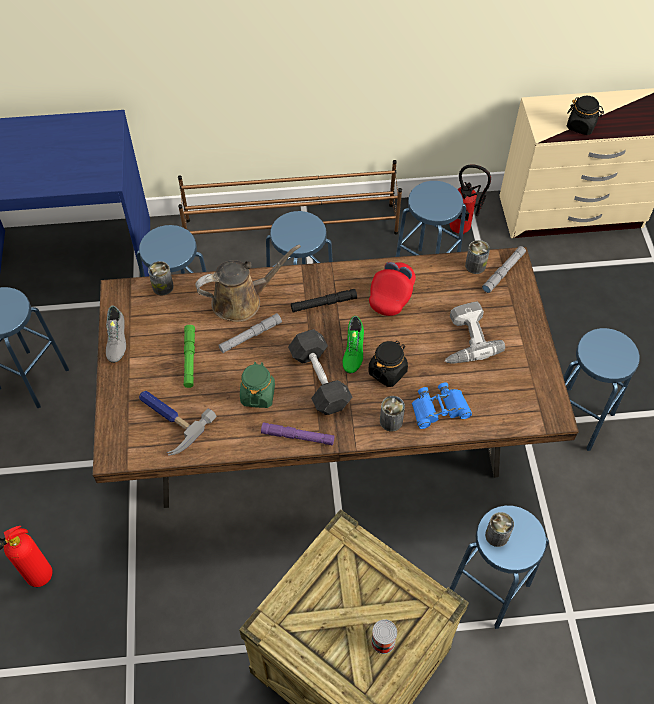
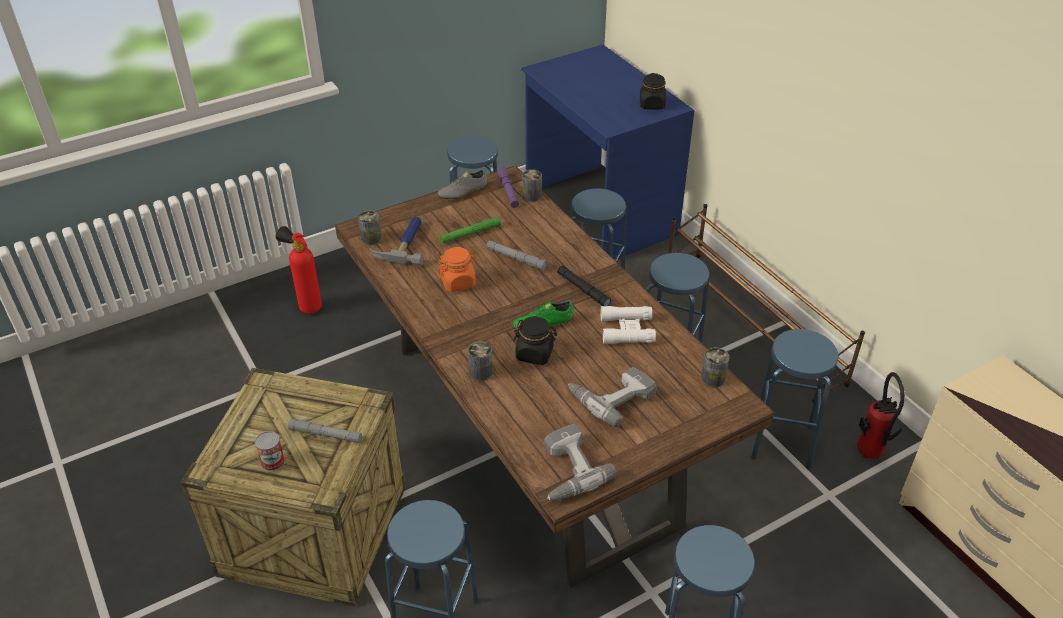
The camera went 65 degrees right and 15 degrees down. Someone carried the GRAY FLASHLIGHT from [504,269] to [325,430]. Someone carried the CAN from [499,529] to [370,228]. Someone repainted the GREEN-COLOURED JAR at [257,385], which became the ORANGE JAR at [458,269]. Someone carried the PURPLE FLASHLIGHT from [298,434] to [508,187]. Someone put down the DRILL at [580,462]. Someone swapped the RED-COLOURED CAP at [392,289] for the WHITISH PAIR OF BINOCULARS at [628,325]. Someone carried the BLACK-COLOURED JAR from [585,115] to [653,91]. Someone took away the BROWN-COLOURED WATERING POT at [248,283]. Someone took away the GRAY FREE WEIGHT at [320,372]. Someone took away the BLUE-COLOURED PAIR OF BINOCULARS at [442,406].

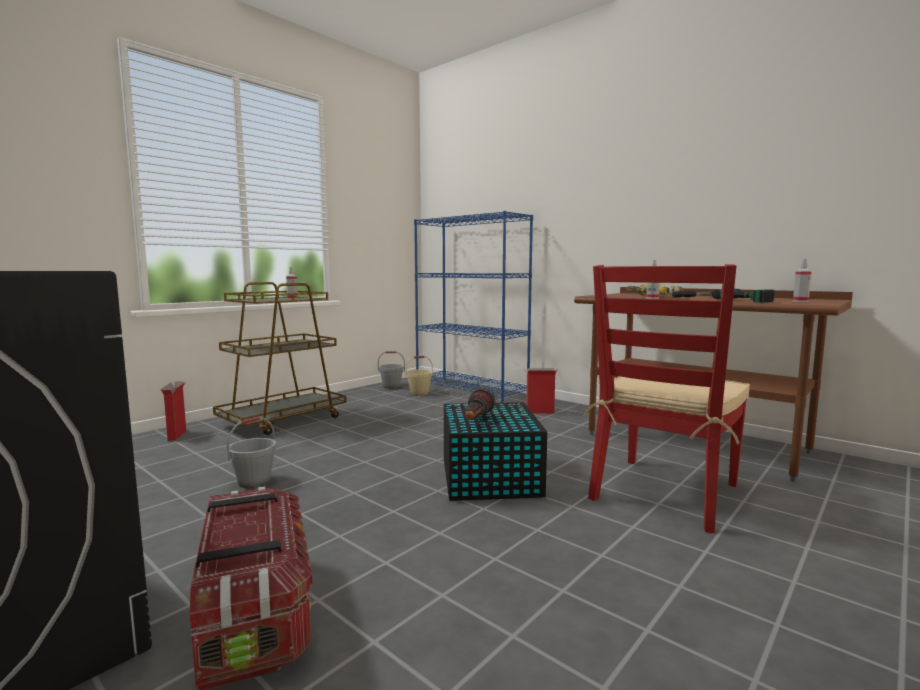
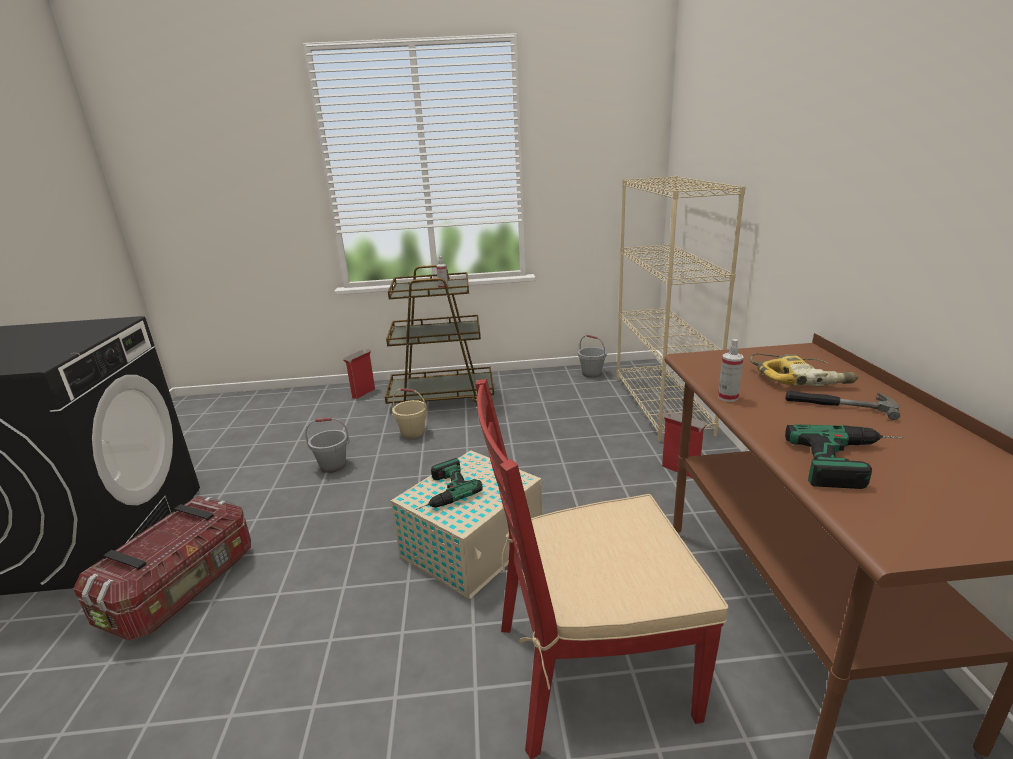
The camera went 45 degrees right and 15 degrees up. Someone repainted the BLACK-COLOURED STORAGE BOX at [495,451], which became the SAND-COLOURED STORAGE BOX at [466,524]. Someone carried the SAND-COLOURED PAIL from [419,376] to [409,413]. Someone swapped the FLASHLIGHT at [480,404] for the DRILL at [449,484]. Someone repainted the BLUE-COLOURED SHELVING UNIT at [473,307], which became the SAND-COLOURED SHELVING UNIT at [681,309]. Someone took away the SPRAY BOTTLE at [802,280].

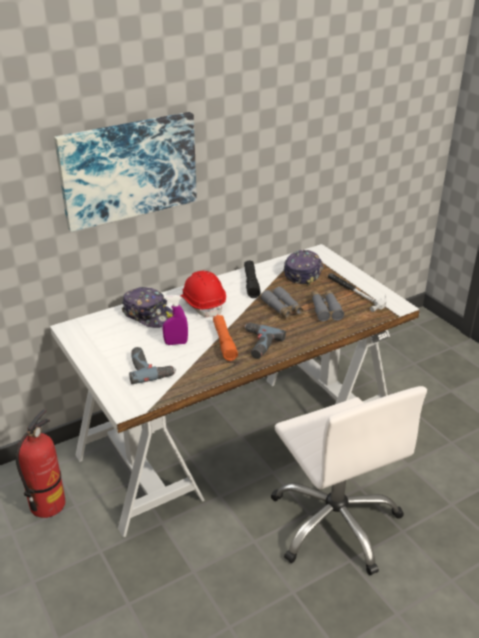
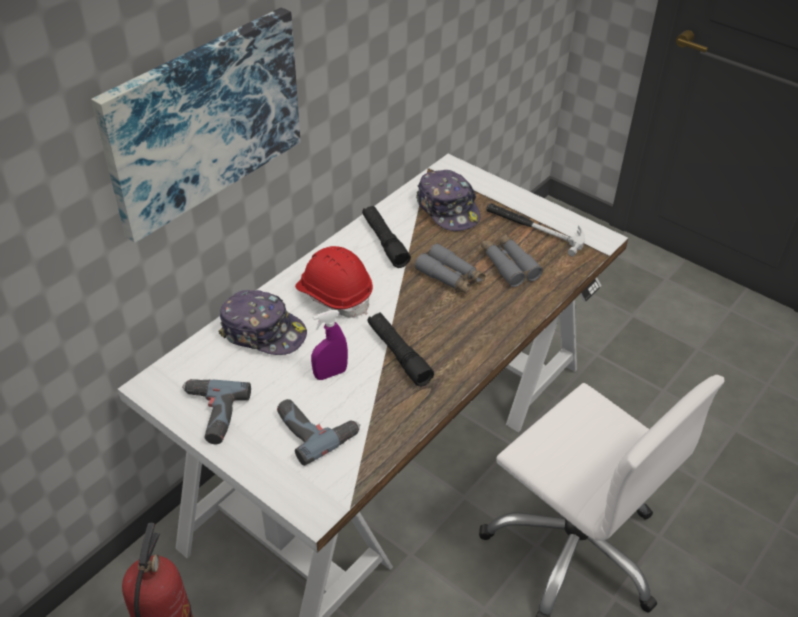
The camera went 20 degrees left and 10 degrees up. Someone carried the DRILL from [265,341] to [216,411]. Someone repainted the ORANGE FLASHLIGHT at [225,338], which became the BLACK-COLOURED FLASHLIGHT at [400,349]. Someone rotated the CAP at [303,268] by 150 degrees clockwise.

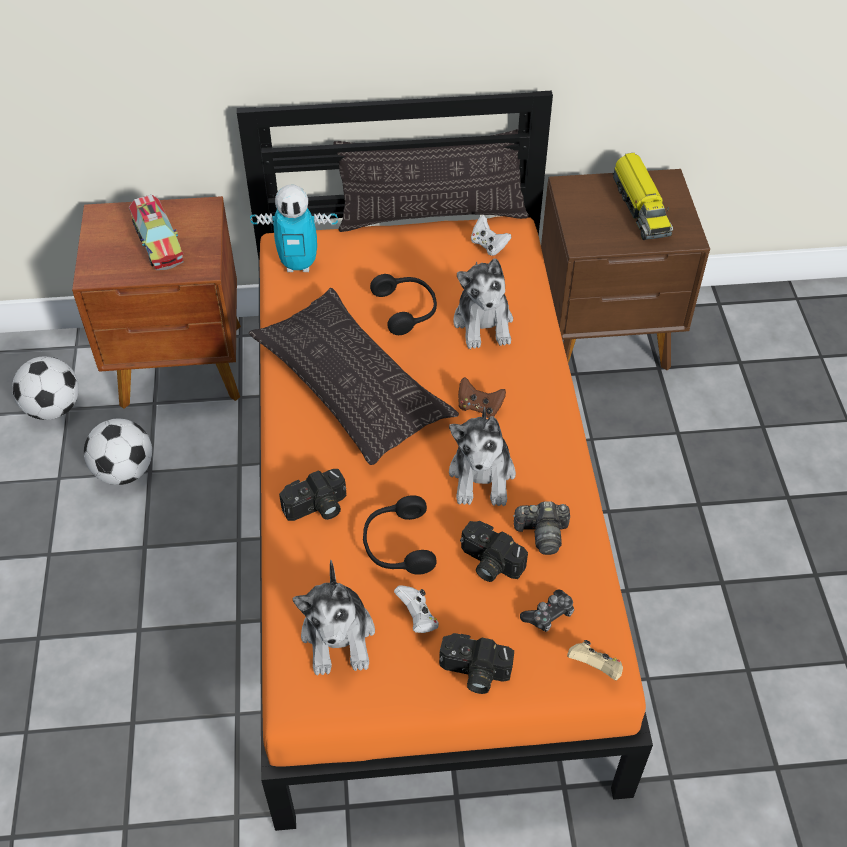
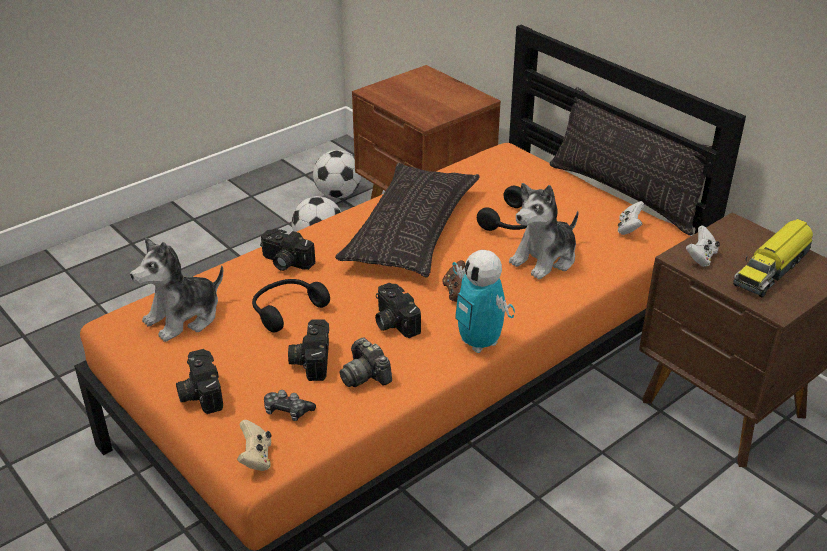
The camera went 55 degrees right and 15 degrees down. Someone swapped the SOFT TOY at [482,456] for the PHOTO CAMERA at [398,310]. Someone carried the MODEL ROBOT from [294,228] to [483,301]. Someone carried the WHITISH GAME CONTROLLER from [416,609] to [703,246]. Someone took away the TOY LORRY at [156,232].

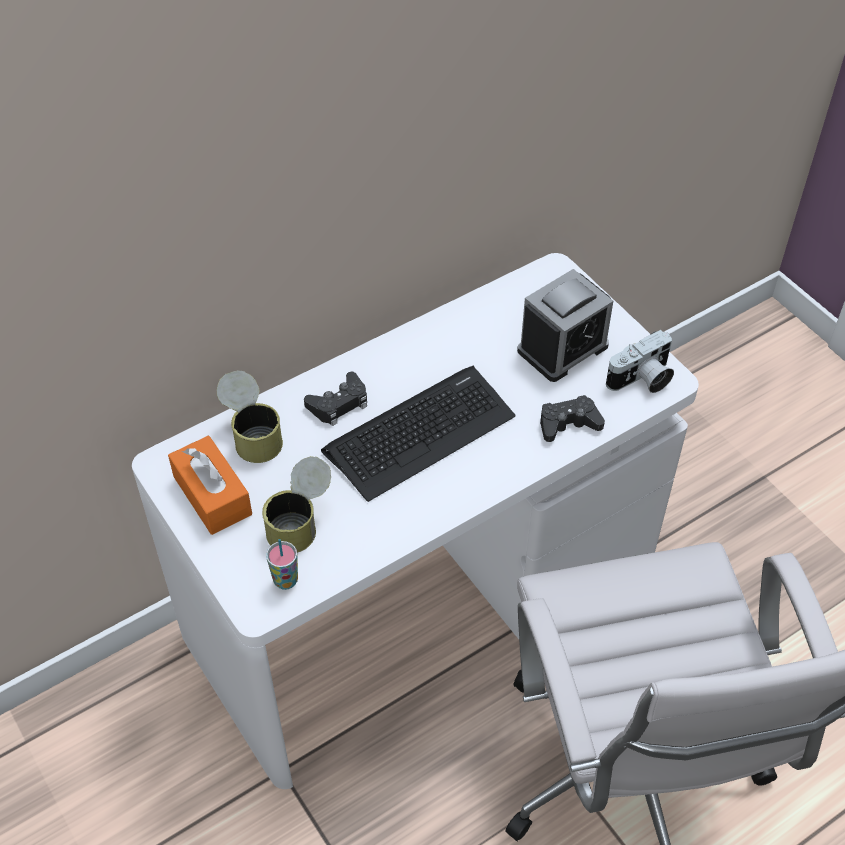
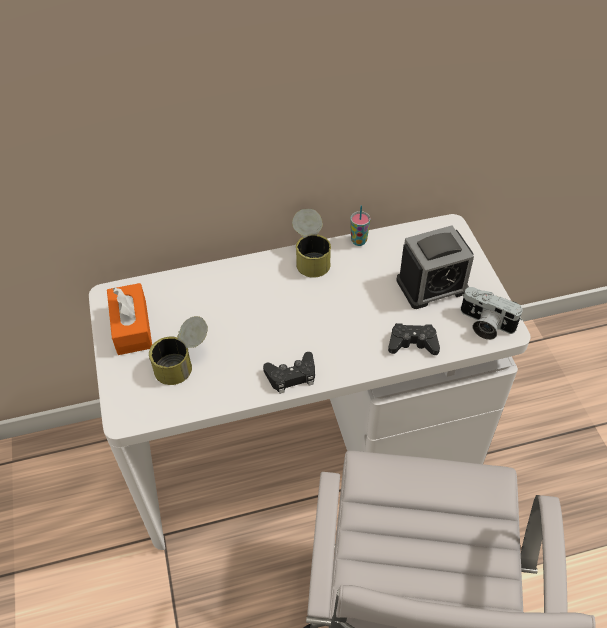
The camera went 20 degrees right and 0 degrees up. Someone carried the BLACK-COLOURED GAME CONTROLLER from [335,399] to [289,373]. Someone carried the CAN from [250,416] to [311,243]. Someone carried the SMALL CUP from [282,564] to [360,226]. Someone rotated the PHOTO CAMERA at [640,361] by 45 degrees clockwise. Someone took away the KEYBOARD at [418,434].

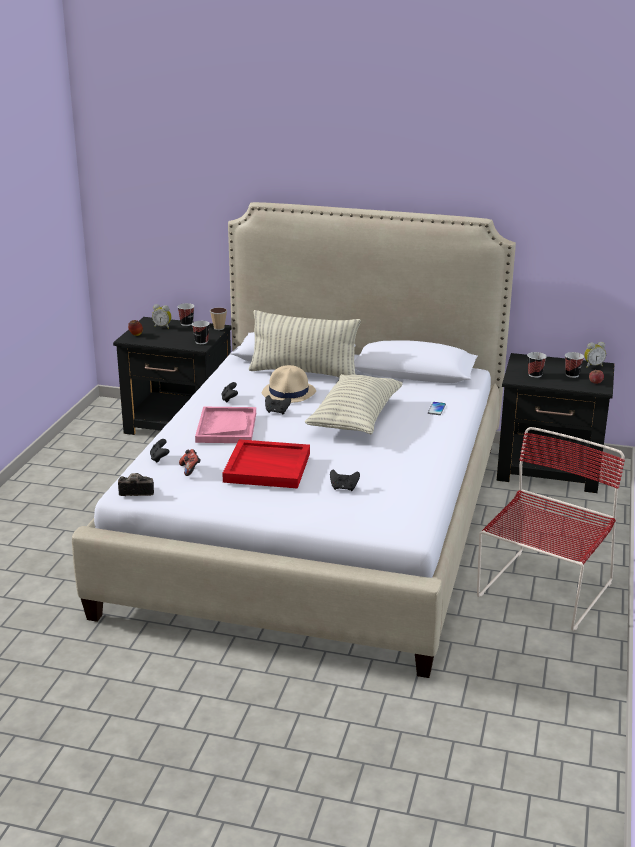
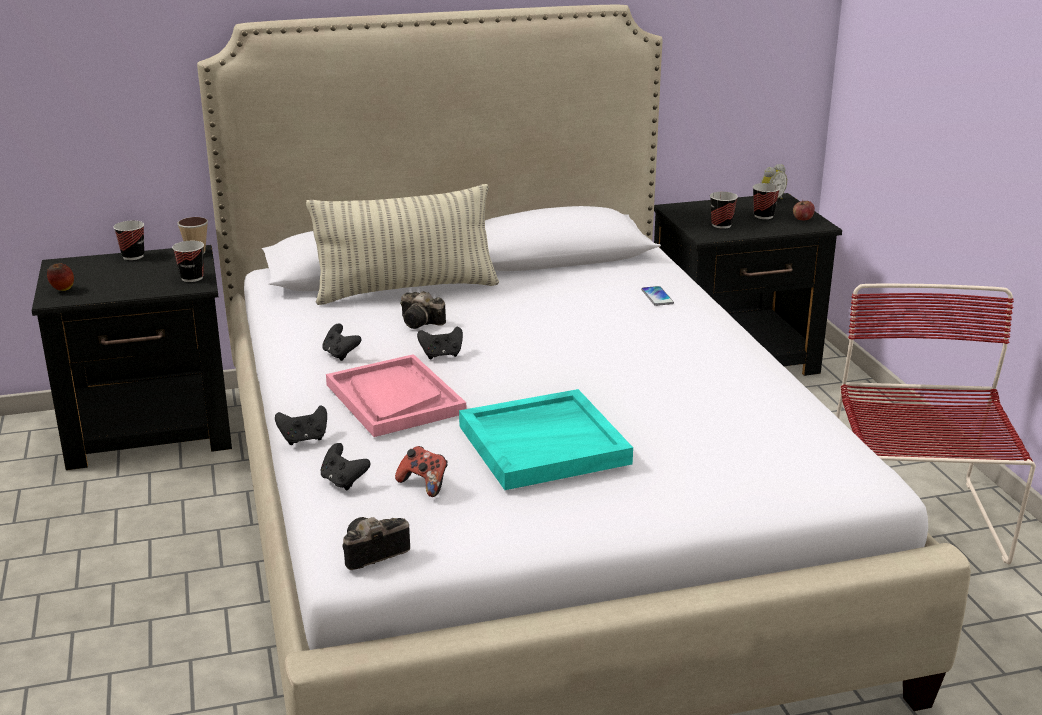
The camera went 30 degrees left and 0 degrees up. Someone carried the BLACK-COLOURED GAME CONTROLLER from [345,480] to [301,425]. Someone swapped the SAND-COLOURED CLOTHING HAT at [289,384] for the PHOTO CAMERA at [423,310]. Someone repainted the RED-COLOURED TRAY at [266,464], which became the TURQUOISE TRAY at [546,439]. Someone took away the BEDSIDE CLOCK at [162,316]. Someone took away the THROW PILLOW at [354,404].

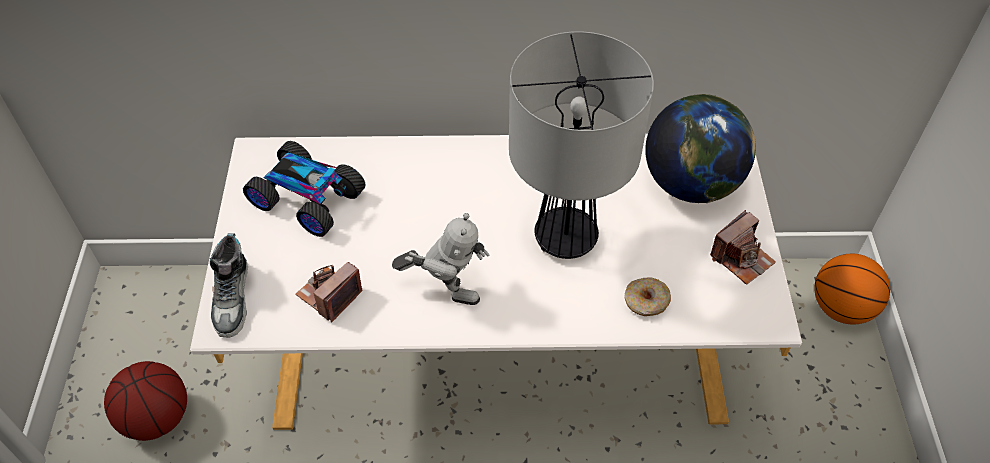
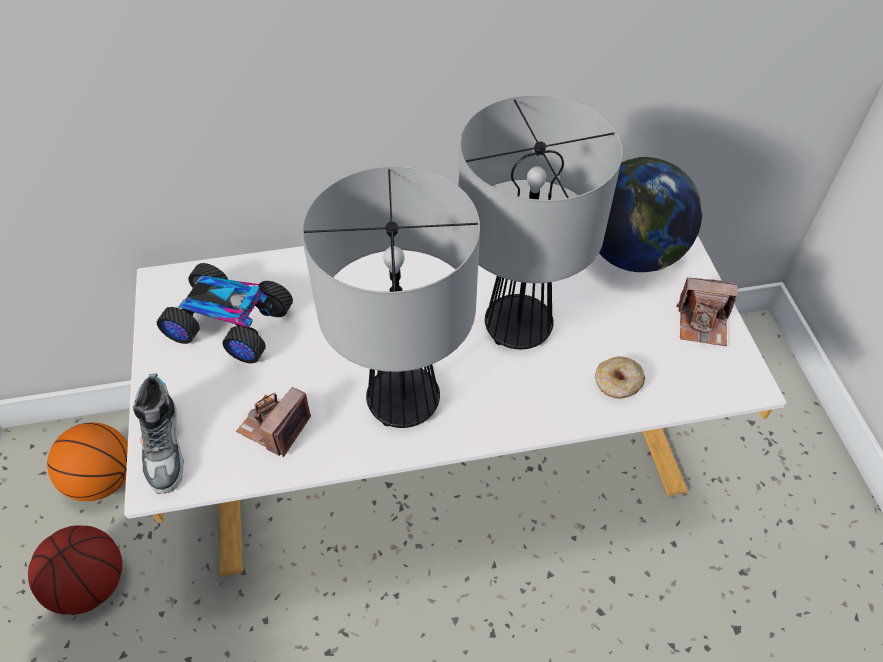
The camera went 10 degrees left and 0 degrees up. Someone carried the BASKETBALL from [852,289] to [87,461]. Someone swapped the MODEL ROBOT at [440,259] for the TABLETOP LAMP at [391,297]. Someone rotated the PHOTO CAMERA at [743,247] by 60 degrees clockwise.

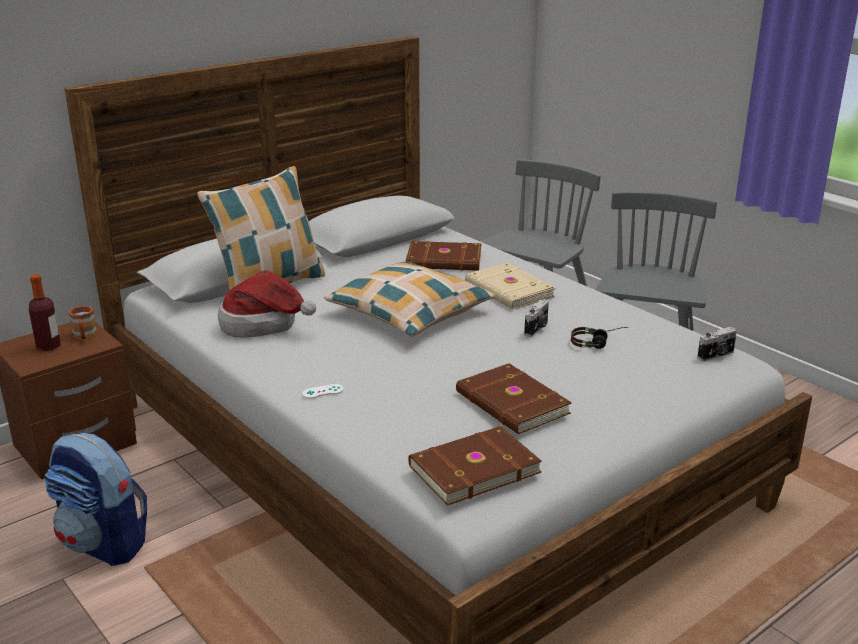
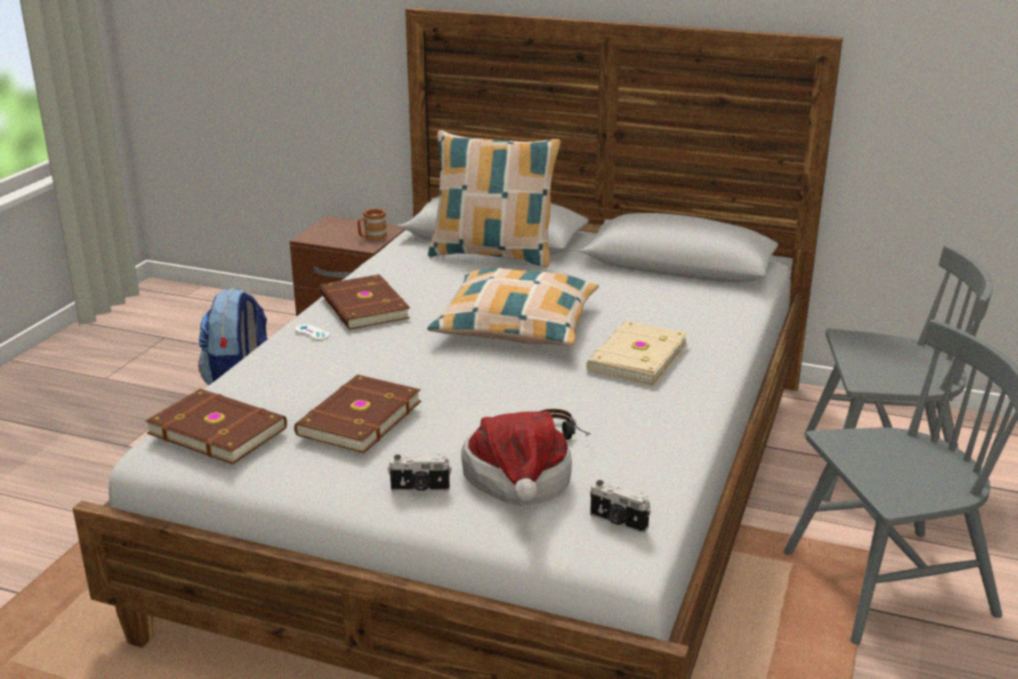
The camera went 60 degrees right and 0 degrees up. Someone carried the BROWN-COLOURED BOUND BOOK from [444,256] to [365,302]. Someone carried the PHOTO CAMERA from [536,318] to [420,473]. Someone carried the CLOTHING HAT from [267,304] to [516,458]. Someone took away the DRINK BOTTLE at [45,312].

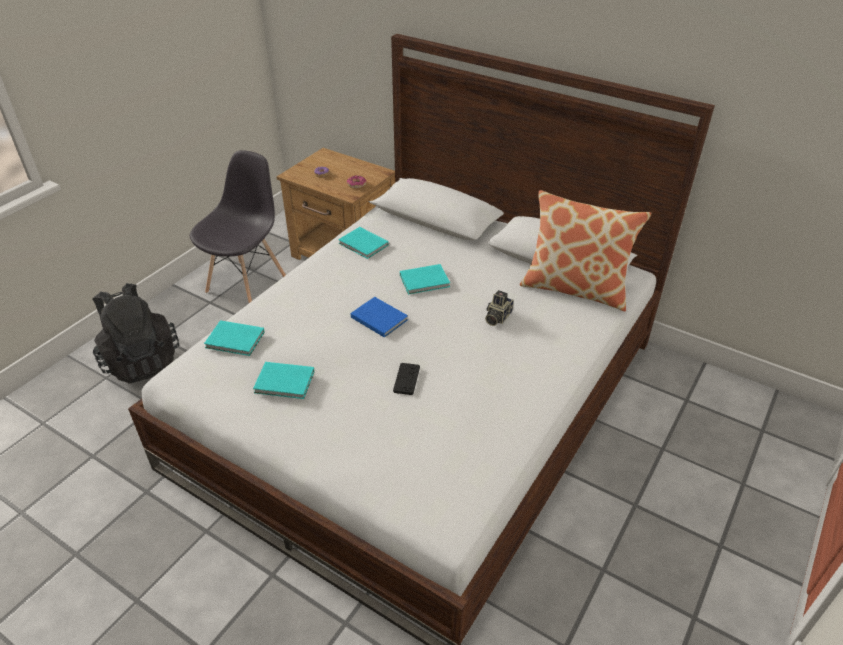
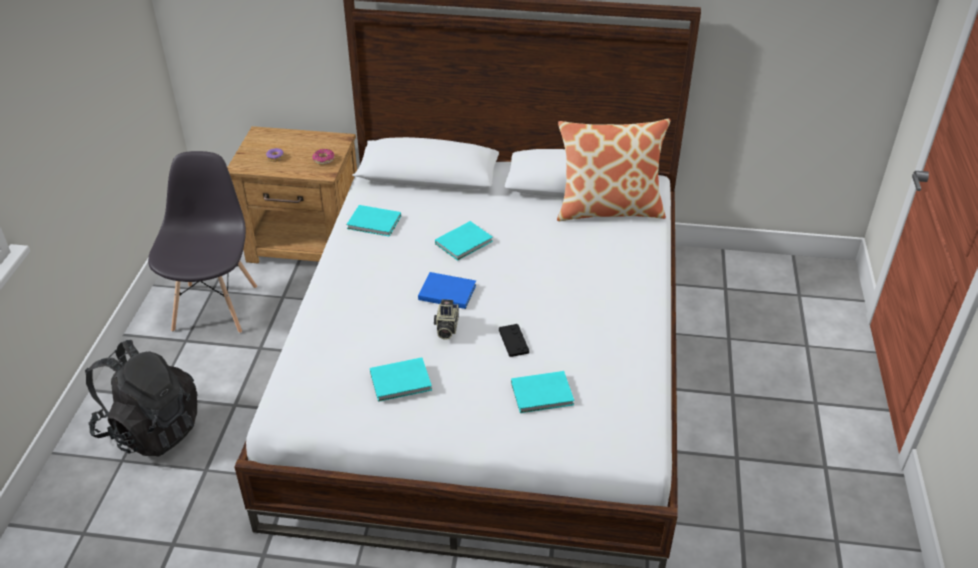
The camera went 25 degrees left and 0 degrees up. Someone carried the PHOTO CAMERA from [499,308] to [446,319]. Someone carried the TURQUOISE BOUND BOOK from [234,338] to [542,392].

